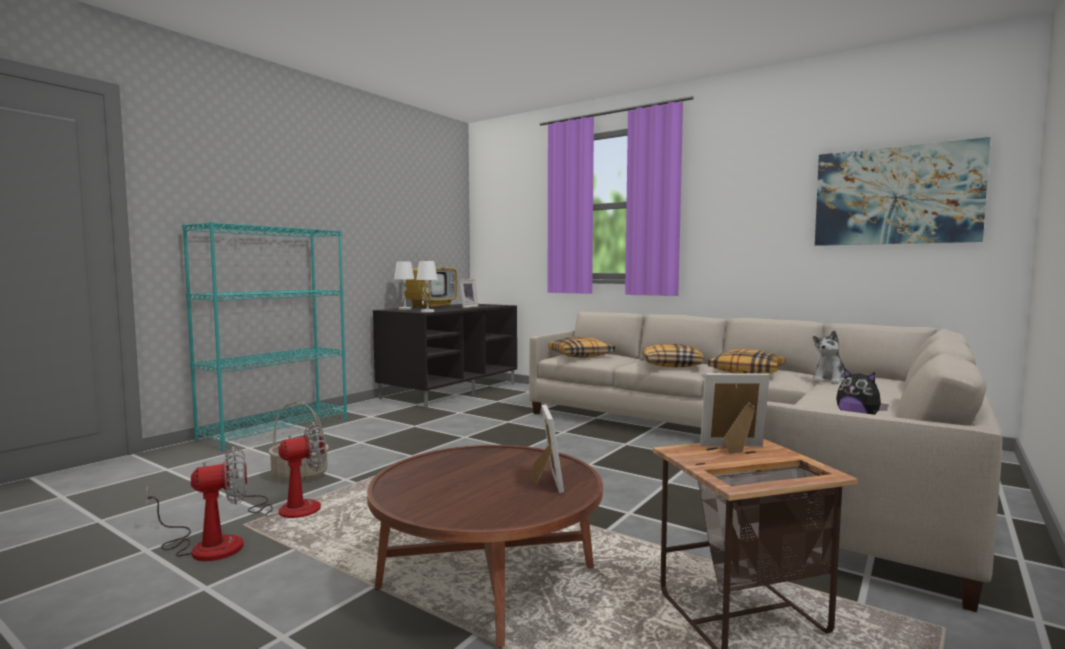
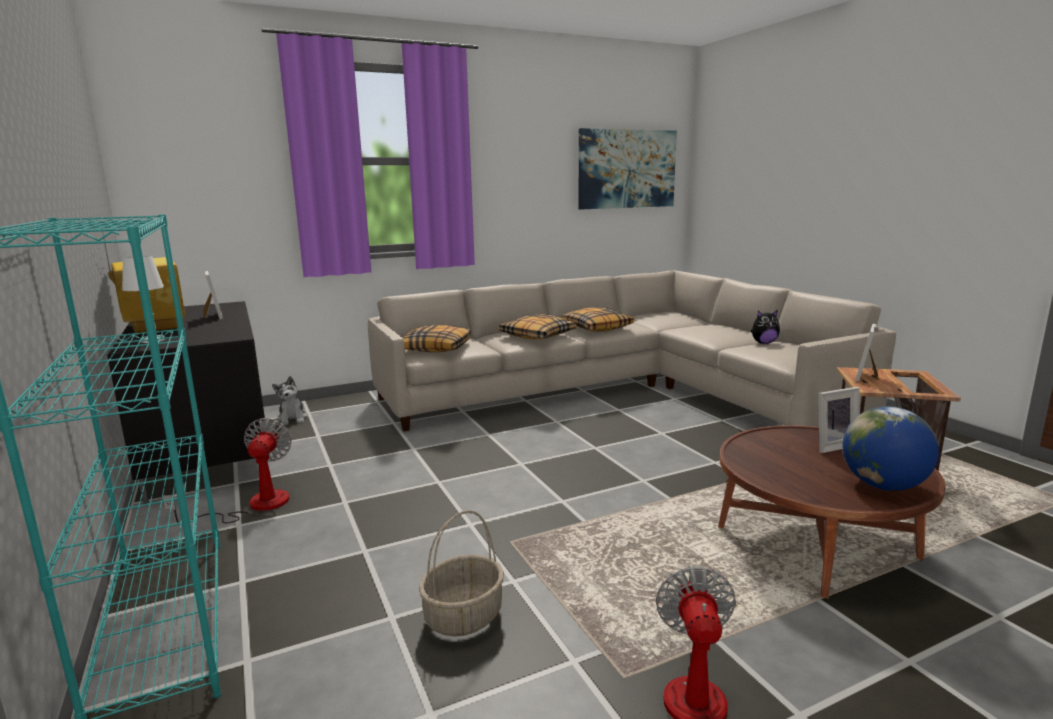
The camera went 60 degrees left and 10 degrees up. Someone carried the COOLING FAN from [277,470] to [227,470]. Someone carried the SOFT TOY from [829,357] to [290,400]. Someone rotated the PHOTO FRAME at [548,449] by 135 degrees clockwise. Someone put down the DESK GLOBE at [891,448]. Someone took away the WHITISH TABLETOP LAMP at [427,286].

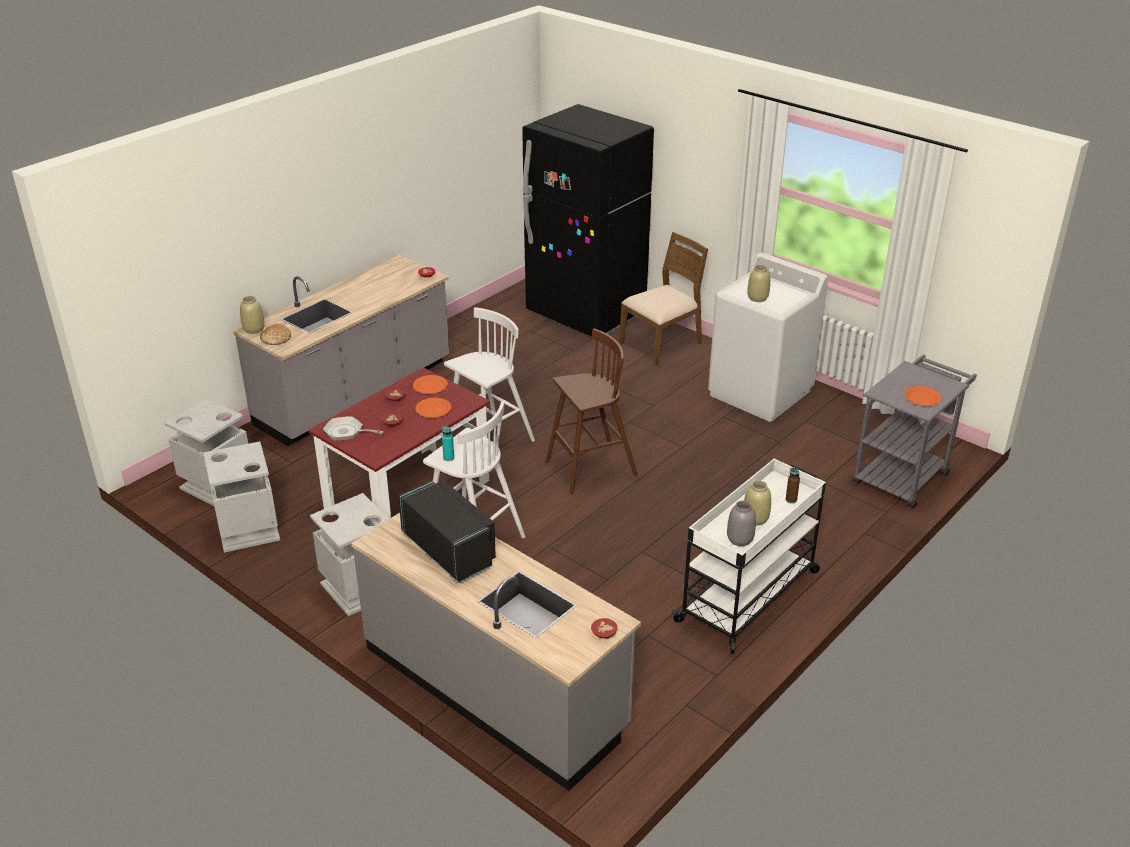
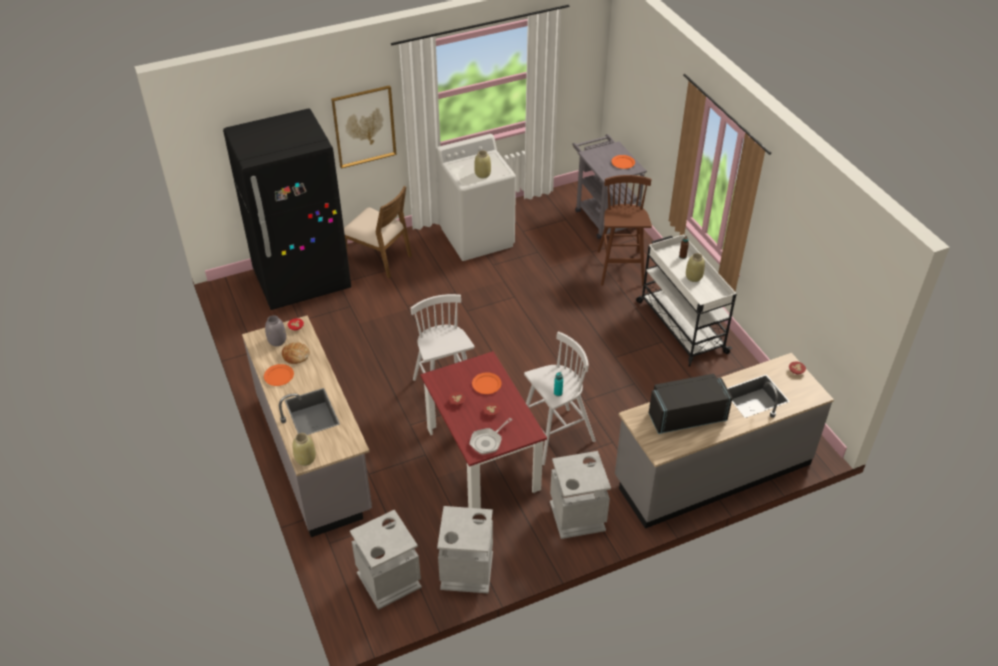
The camera went 65 degrees left and 10 degrees up. Someone carried the ORANGE PLATE from [430,384] to [279,375]. Someone carried the GRAY FLOWER VASE from [741,523] to [275,330]. Someone carried the BREAD from [275,334] to [296,353]. Someone put up the WALL ART at [364,127]. Someone rotated the BROWN-COLOURED PLAIN CHAIR at [663,299] by 135 degrees clockwise. Someone carried the BROWN-COLOURED STOOL from [592,411] to [624,230].

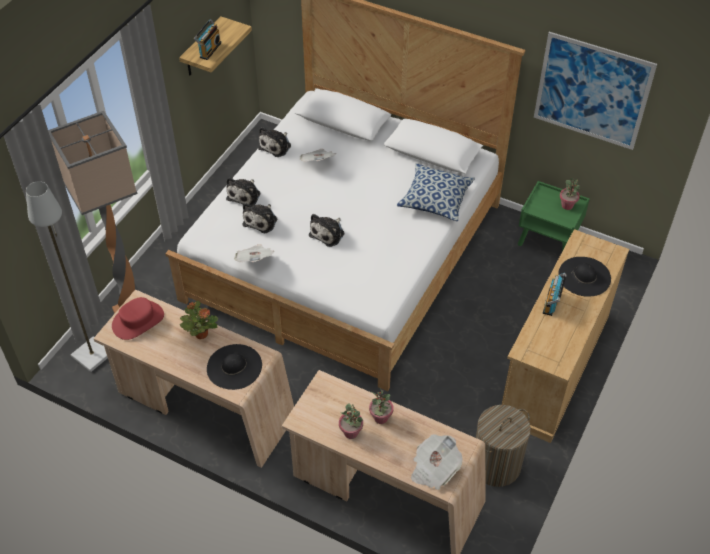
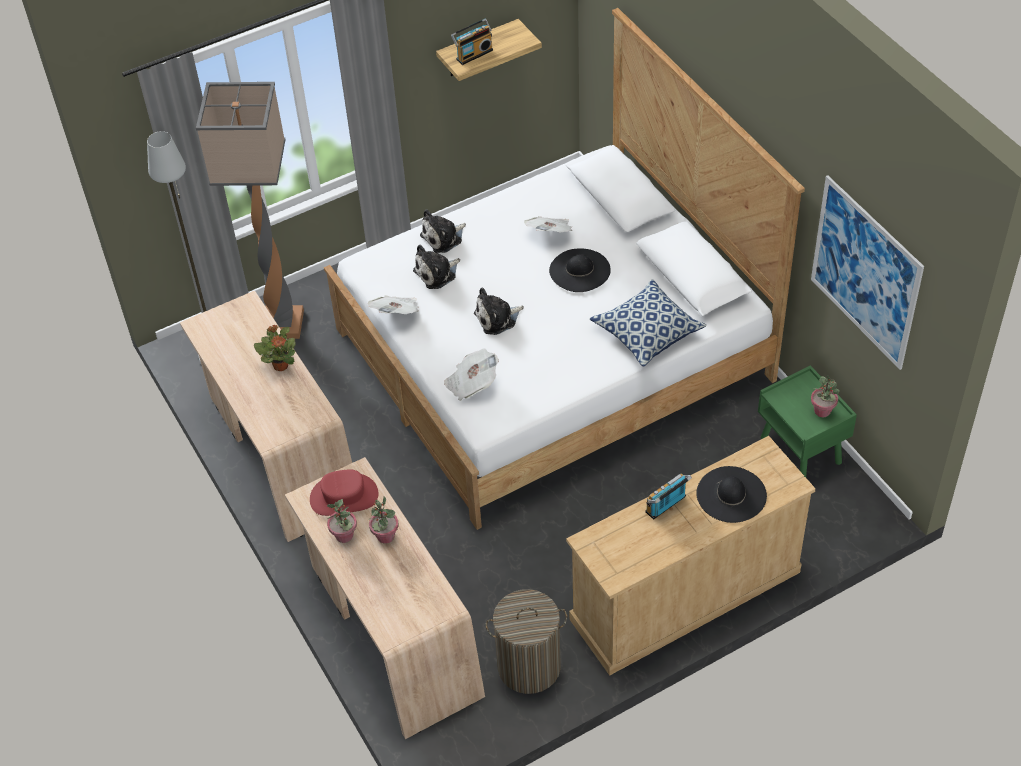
The camera went 35 degrees right and 0 degrees up. Someone carried the RED-COLOURED CLOTHING HAT from [138,318] to [344,492]. Someone carried the PRINTED PAPER from [436,462] to [471,374]. Someone carried the BLACK-COLOURED CLOTHING HAT from [234,367] to [580,270]. Someone took away the SOFT TOY at [274,142].

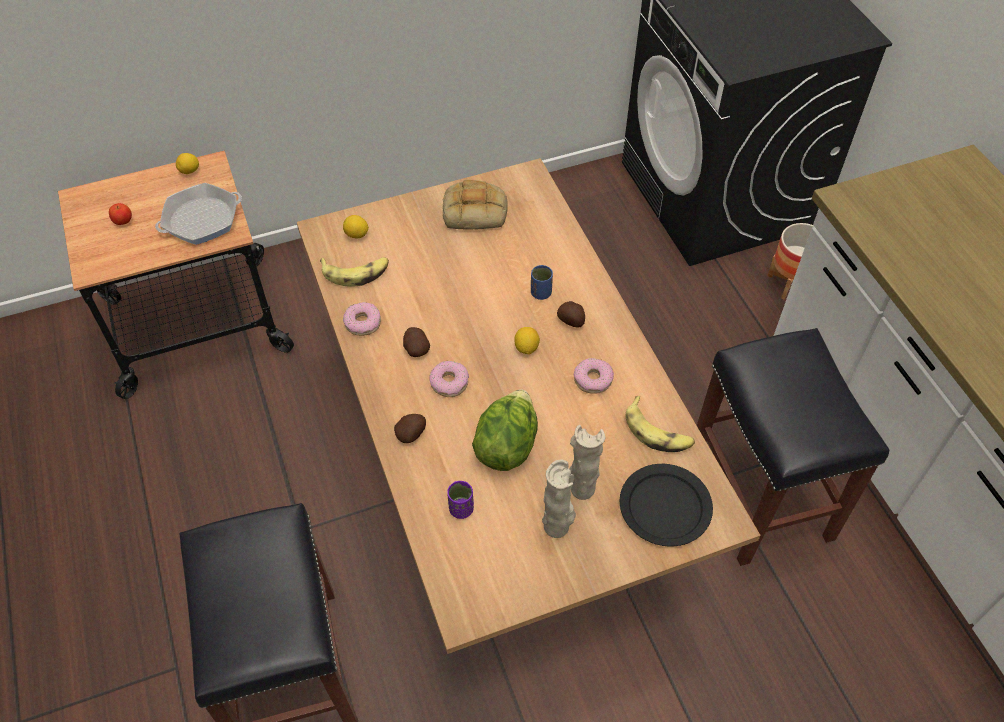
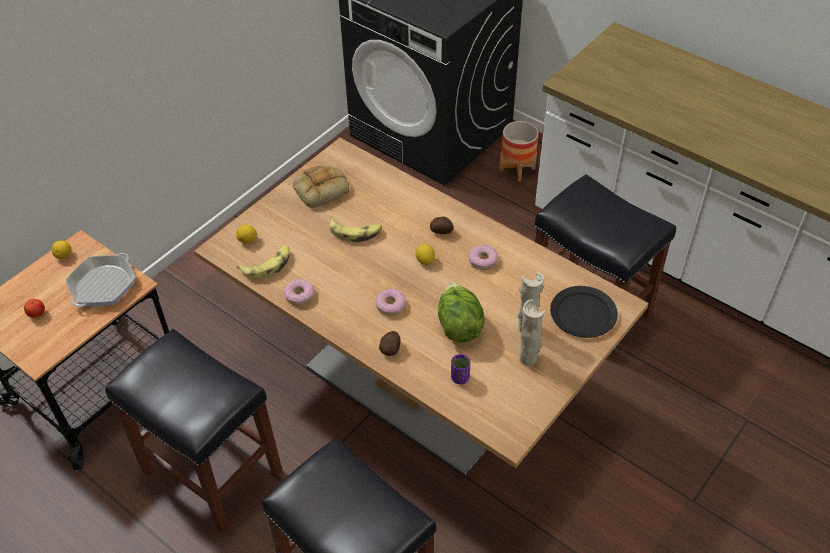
The camera went 30 degrees left and 5 degrees down. Someone put down the BLACK-COLOURED STOOL at [193,431]. Someone carried the BANANA from [660,424] to [355,229]. Someone took away the POTATO at [416,342]. Someone took away the BLUE-COLOURED SMALL CUP at [542,282].

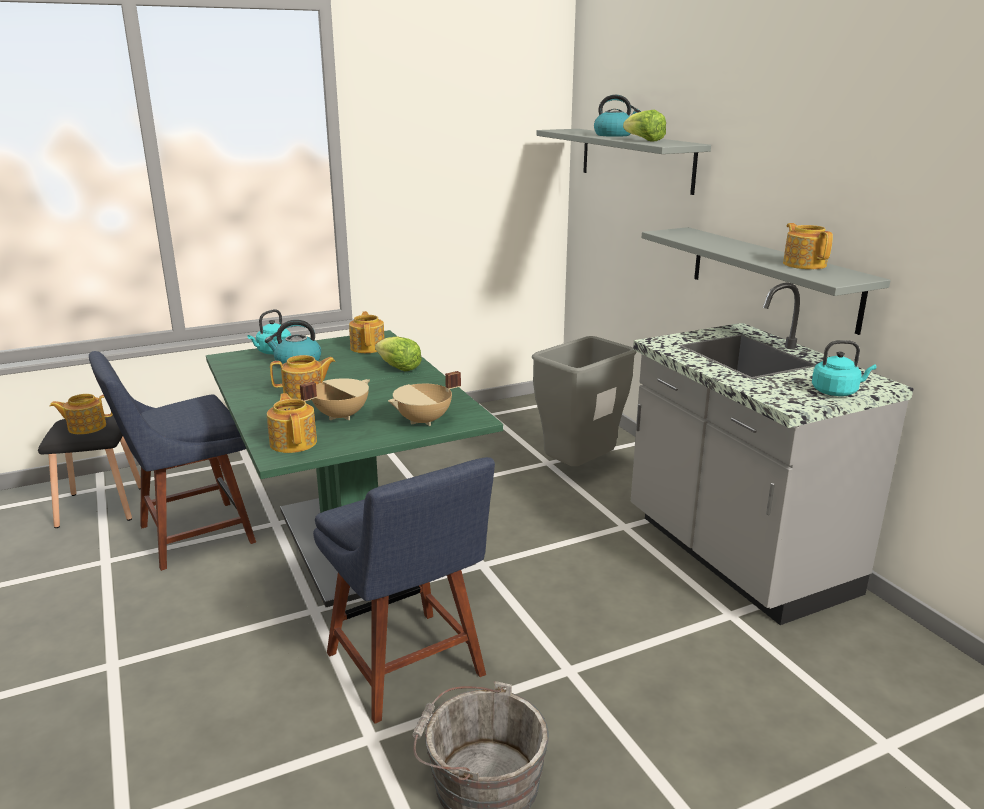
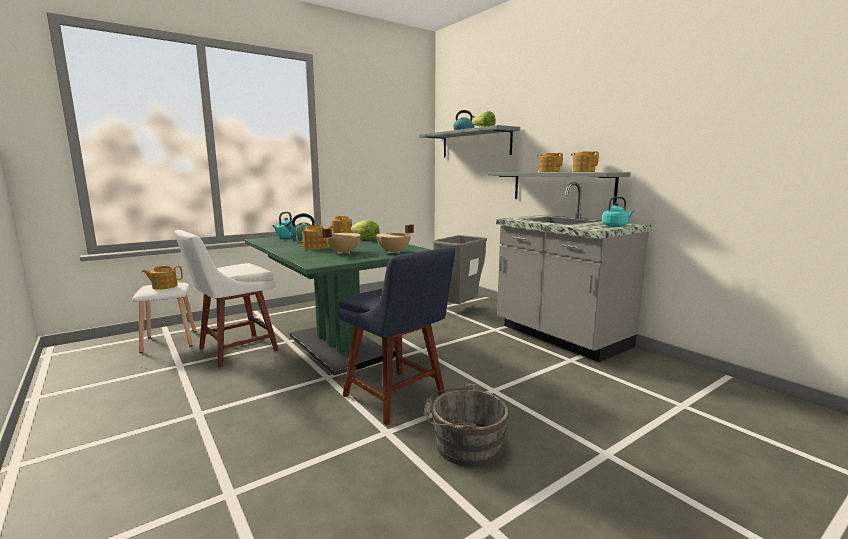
The camera went 10 degrees left and 10 degrees down. Someone repainted the BLACK-COLOURED STOOL at [89,471], which became the WHITISH STOOL at [164,317]. Someone repainted the BLUE-COLOURED PLAIN CHAIR at [172,461], which became the WHITISH PLAIN CHAIR at [227,298]. Someone carried the TEA POT from [292,423] to [550,162].

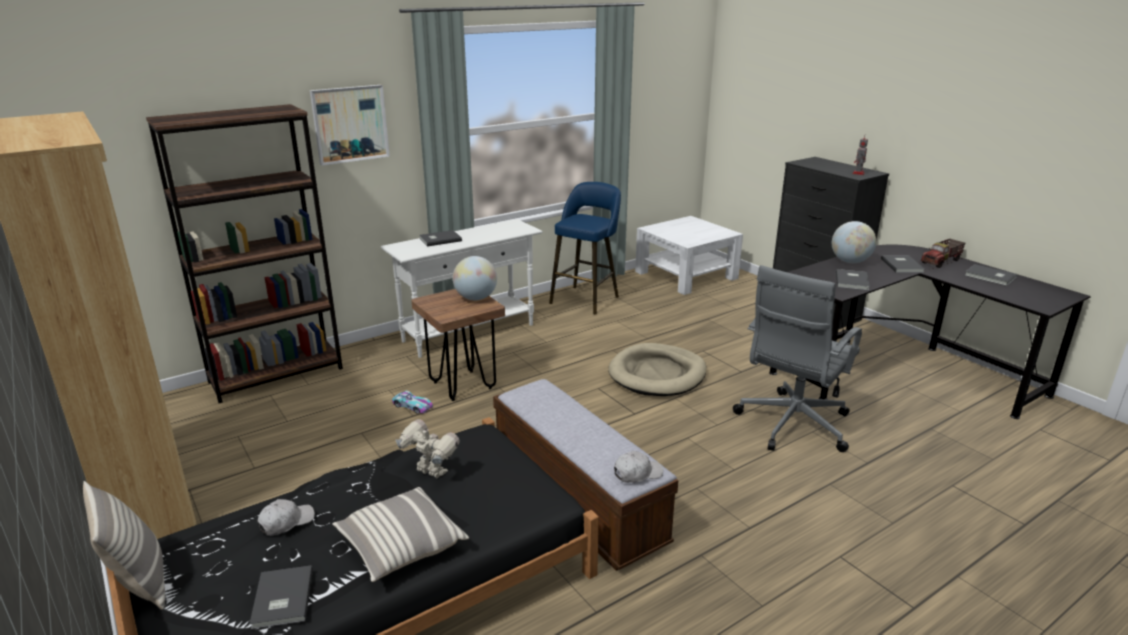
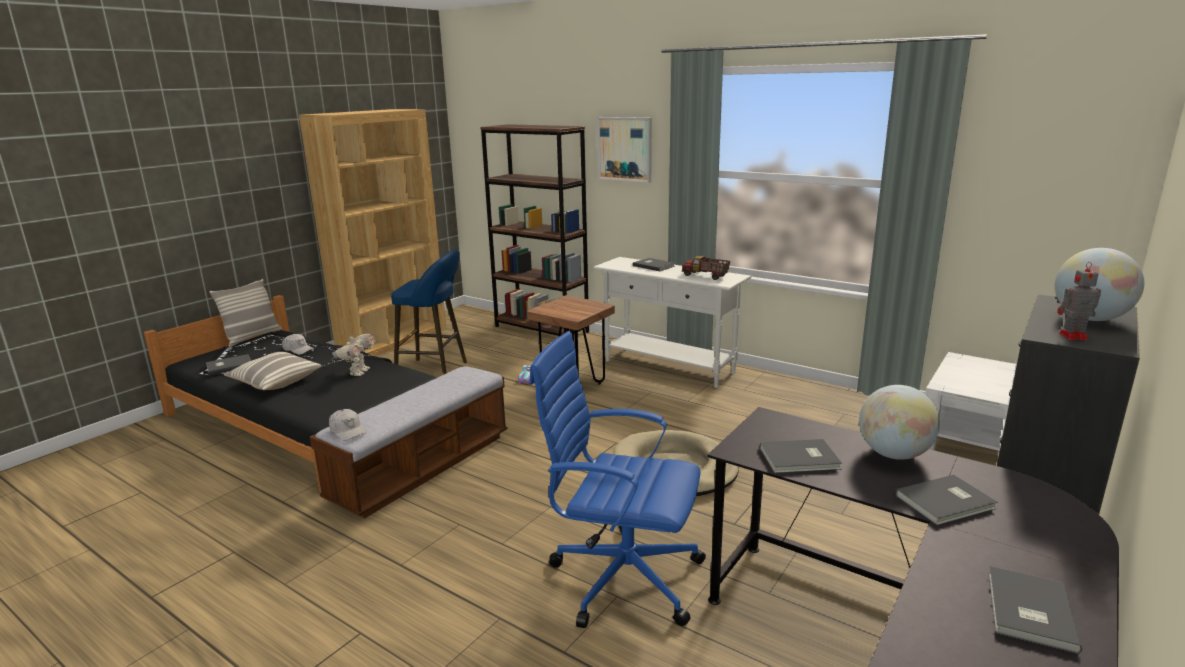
The camera went 70 degrees right and 5 degrees down. Someone carried the BLUE-COLOURED STOOL from [585,248] to [429,312]. Someone repainted the GRAY DESK CHAIR at [797,358], which became the BLUE-COLOURED DESK CHAIR at [617,479]. Someone carried the TOY LORRY from [943,253] to [706,268]. Someone carried the DESK GLOBE from [475,278] to [1099,284].

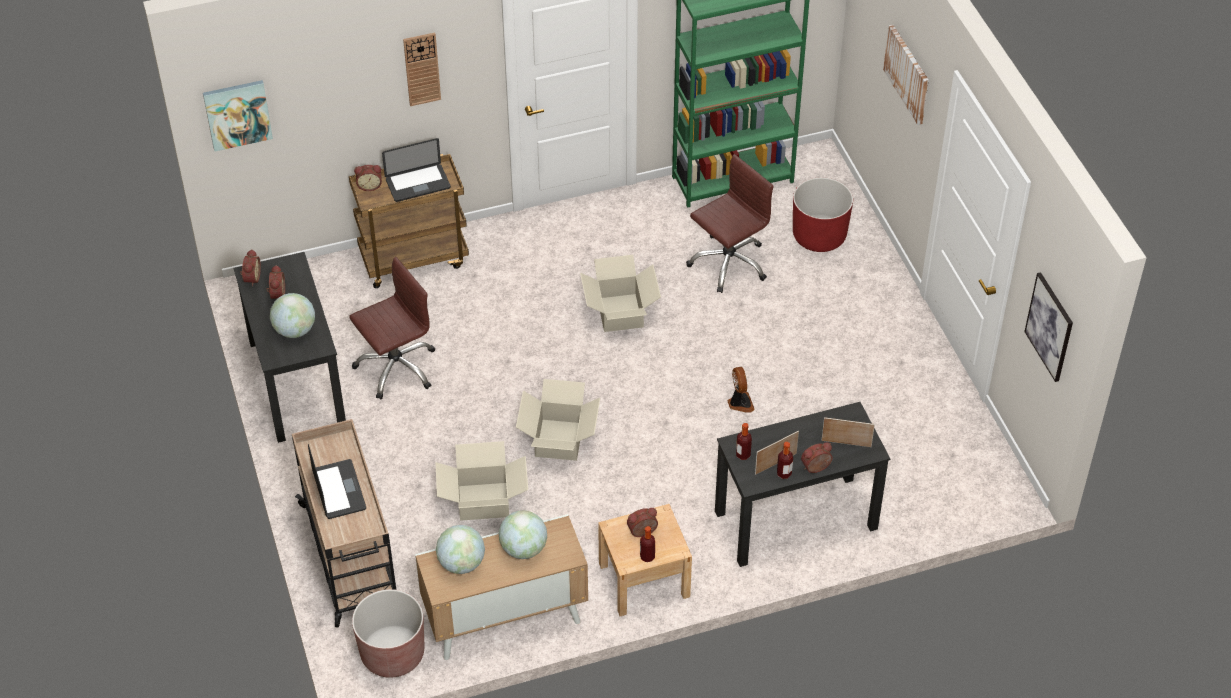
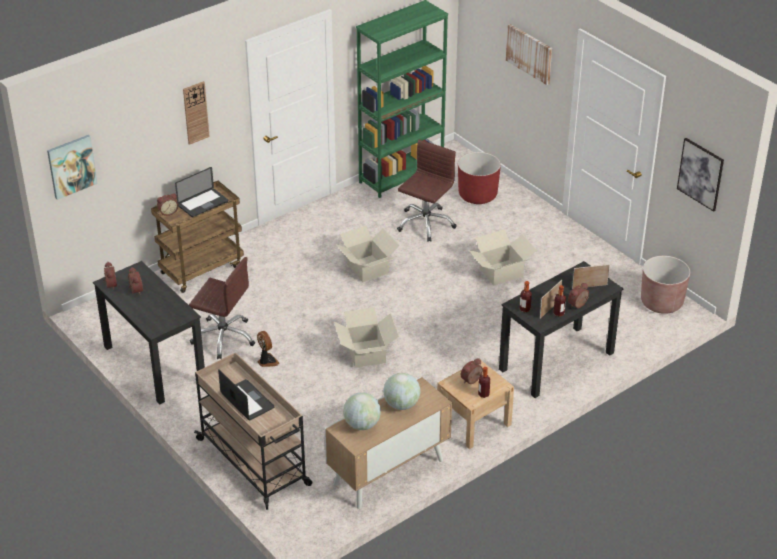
The camera went 20 degrees left and 10 degrees down. Someone rotated the BROWN-COLOURED DESK CHAIR at [392,328] by 75 degrees clockwise. Someone carried the COOLING FAN from [741,390] to [268,349]. Someone carried the PACKING BOX from [481,481] to [503,257]. Someone carried the BROWN-COLOURED PLANT POT from [388,633] to [665,285]. Someone took away the DESK GLOBE at [292,315].

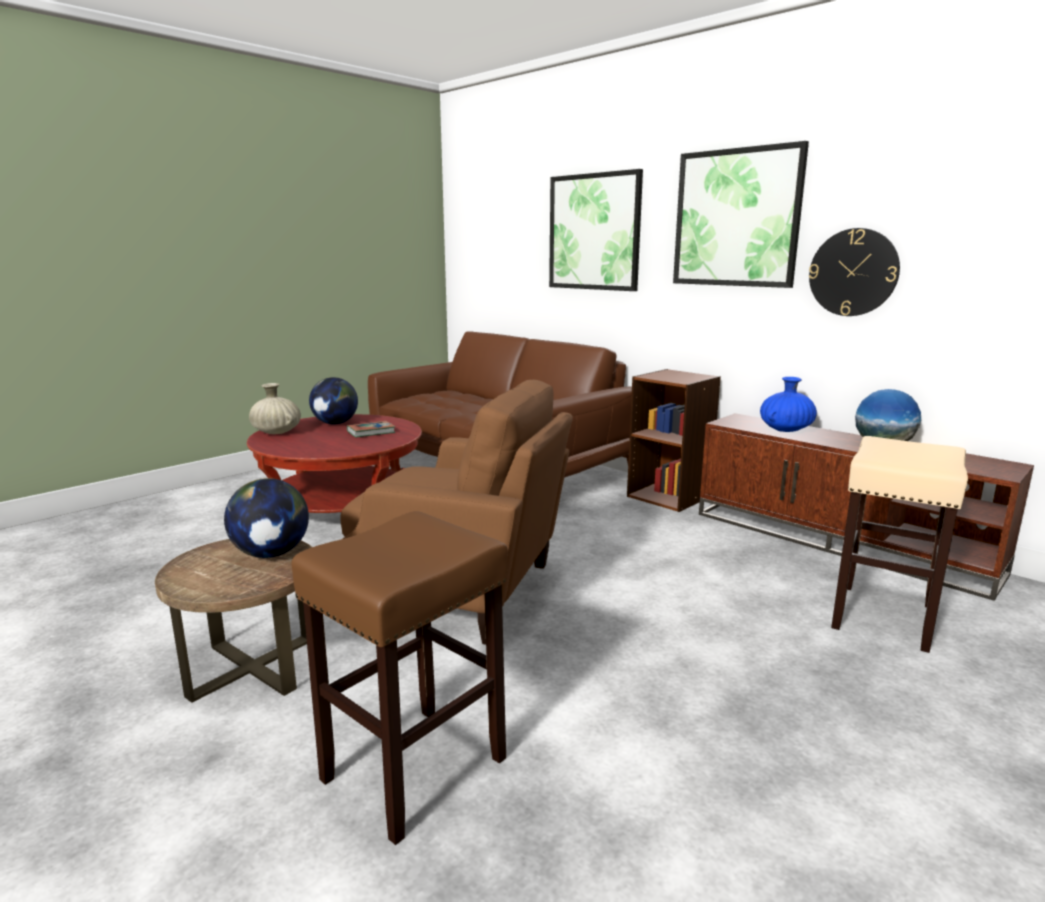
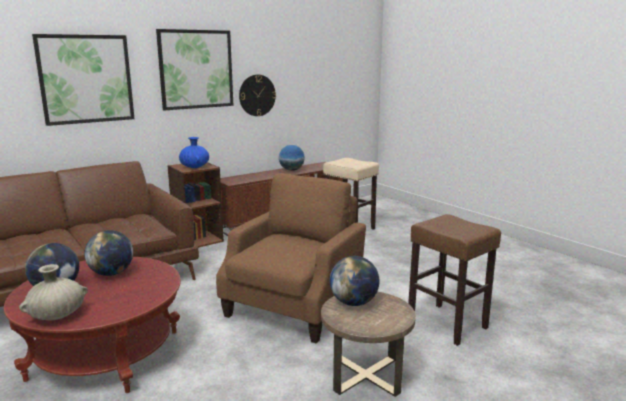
The camera went 80 degrees left and 0 degrees up. Someone swapped the BOUND BOOK at [371,429] for the DESK GLOBE at [109,253]. Someone carried the BLUE-COLOURED FLOWER VASE from [788,404] to [194,152].

